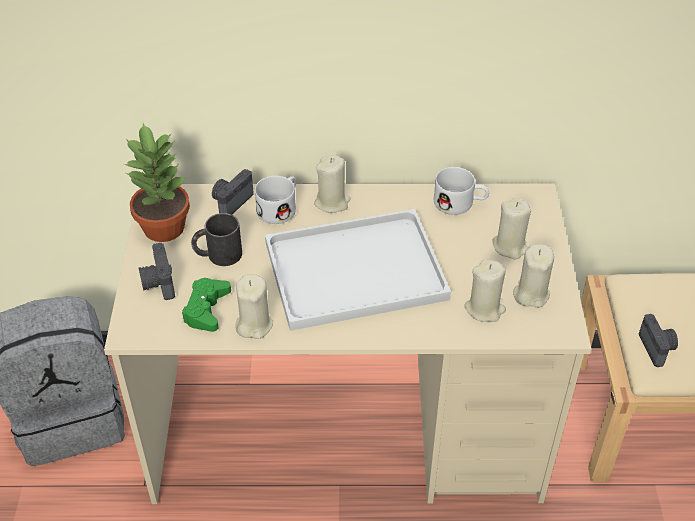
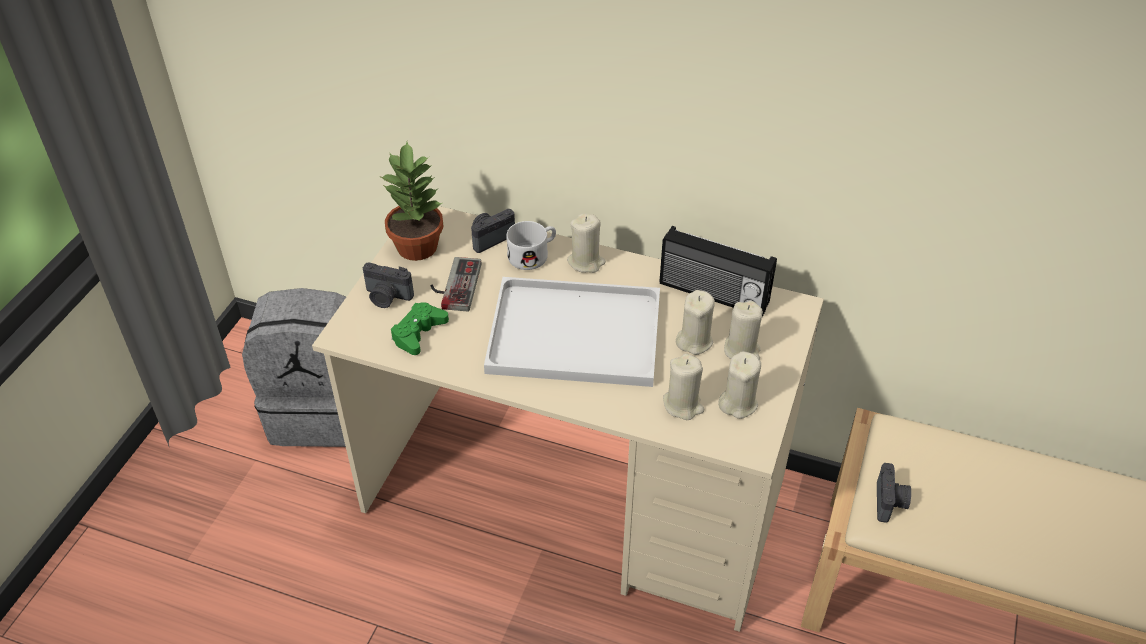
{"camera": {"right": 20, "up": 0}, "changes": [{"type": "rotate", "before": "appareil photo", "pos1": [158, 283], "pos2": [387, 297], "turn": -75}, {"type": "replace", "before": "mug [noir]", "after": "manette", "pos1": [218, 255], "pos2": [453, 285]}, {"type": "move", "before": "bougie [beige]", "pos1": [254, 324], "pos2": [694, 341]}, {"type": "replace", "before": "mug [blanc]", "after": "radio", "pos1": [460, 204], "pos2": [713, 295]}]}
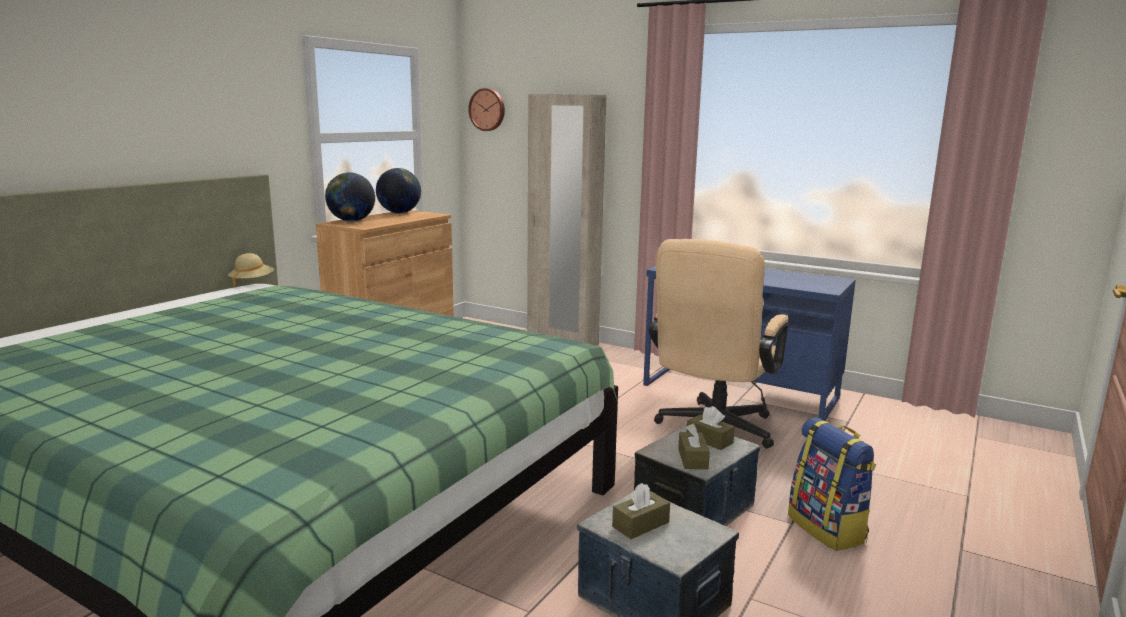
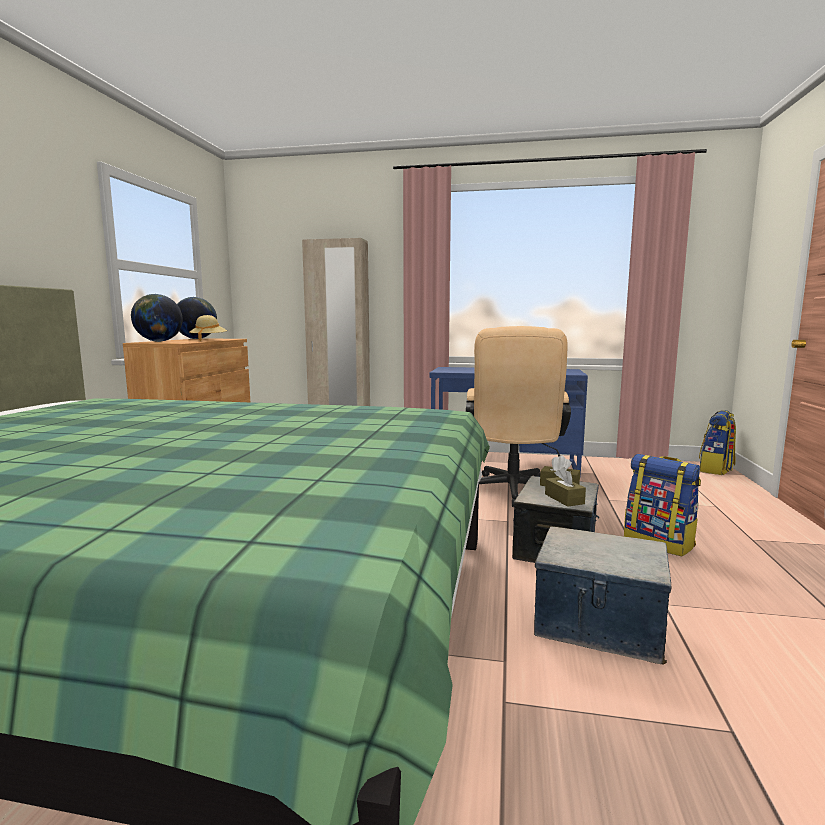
{"camera": {"right": -20, "up": -5}, "changes": [{"type": "move", "before": "chapeau [beige]", "pos1": [252, 282], "pos2": [208, 340]}, {"type": "delete", "before": "horloge murale", "pos1": [487, 109]}, {"type": "delete", "before": "boîte à mouchoirs [marron]", "pos1": [640, 524]}, {"type": "insert", "after": "sac à dos", "pos2": [716, 470]}]}
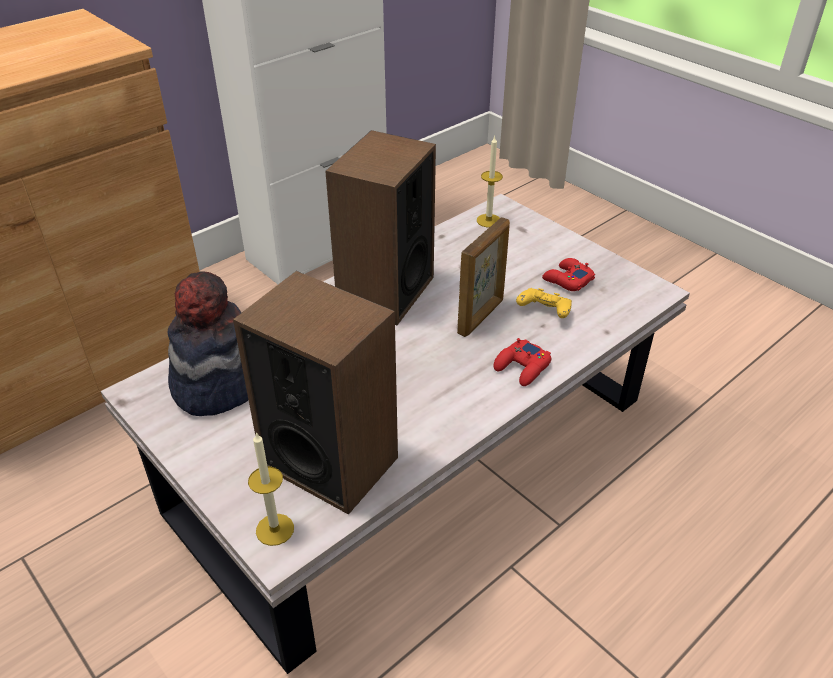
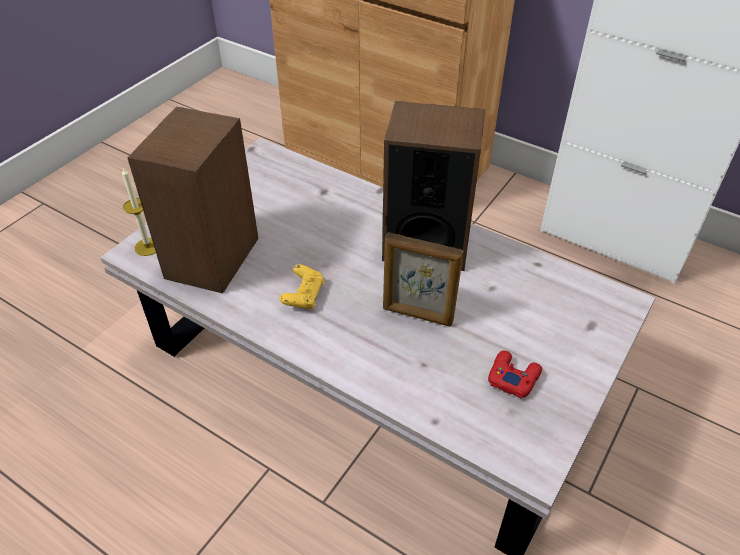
{"camera": {"right": 75, "up": 5}, "changes": [{"type": "delete", "before": "chapeau", "pos1": [217, 382]}, {"type": "delete", "before": "bougie", "pos1": [488, 220]}, {"type": "delete", "before": "manette [rouge]", "pos1": [522, 367]}, {"type": "move", "before": "manette [jaune]", "pos1": [544, 312], "pos2": [303, 296]}]}
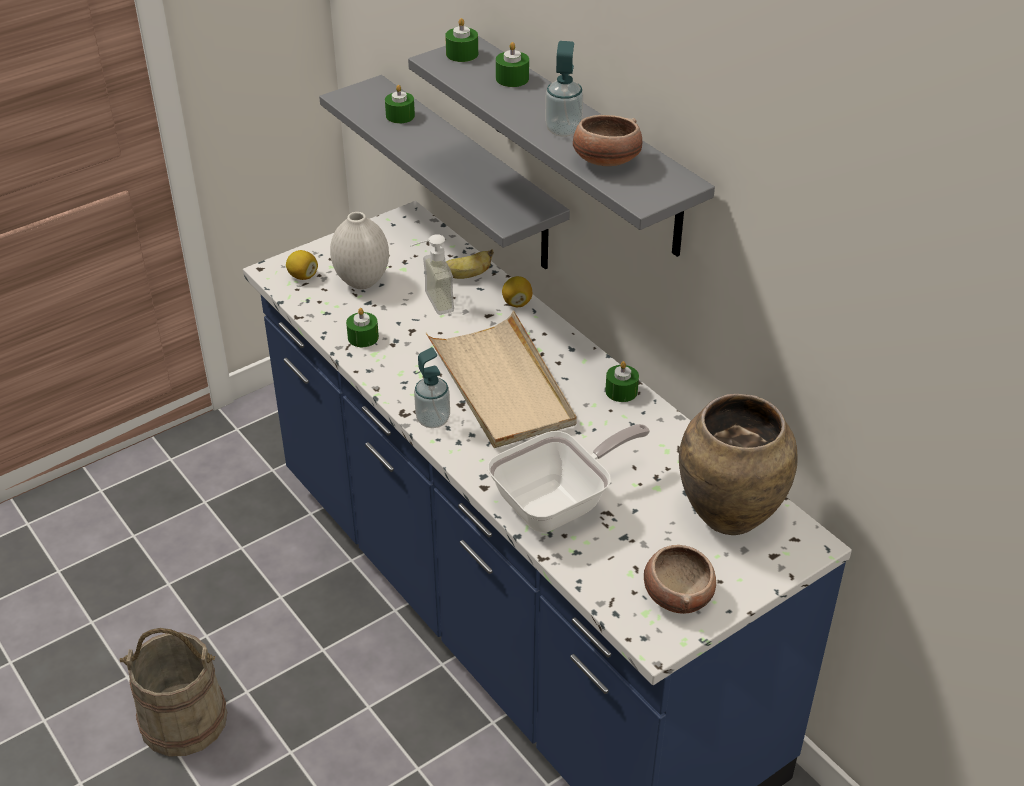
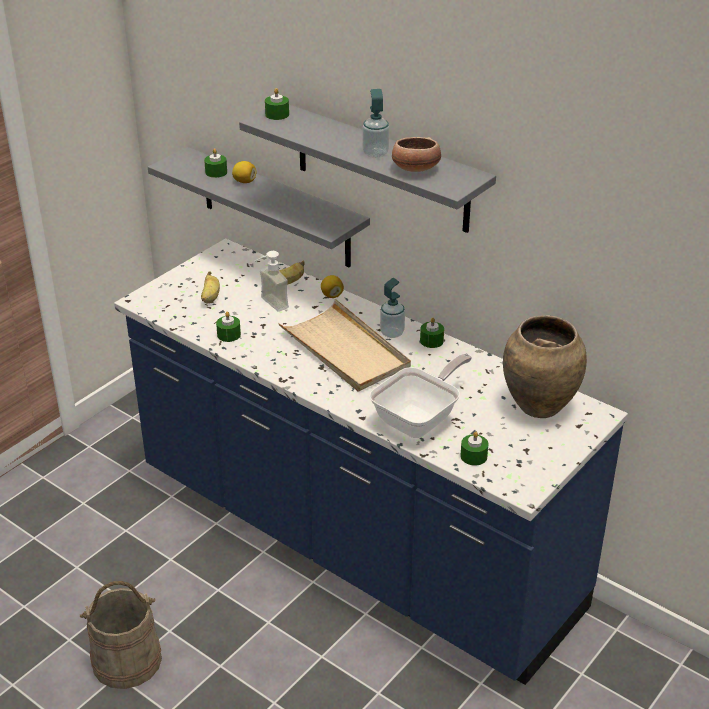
{"camera": {"right": -15, "up": -5}, "changes": [{"type": "move", "before": "citron", "pos1": [303, 276], "pos2": [244, 181]}, {"type": "replace", "before": "vase [blanc]", "after": "banane", "pos1": [362, 281], "pos2": [210, 298]}, {"type": "move", "before": "distributeur de savon", "pos1": [433, 420], "pos2": [392, 333]}, {"type": "move", "before": "bougie [vert]", "pos1": [512, 79], "pos2": [473, 456]}, {"type": "delete", "before": "bol", "pos1": [677, 594]}]}
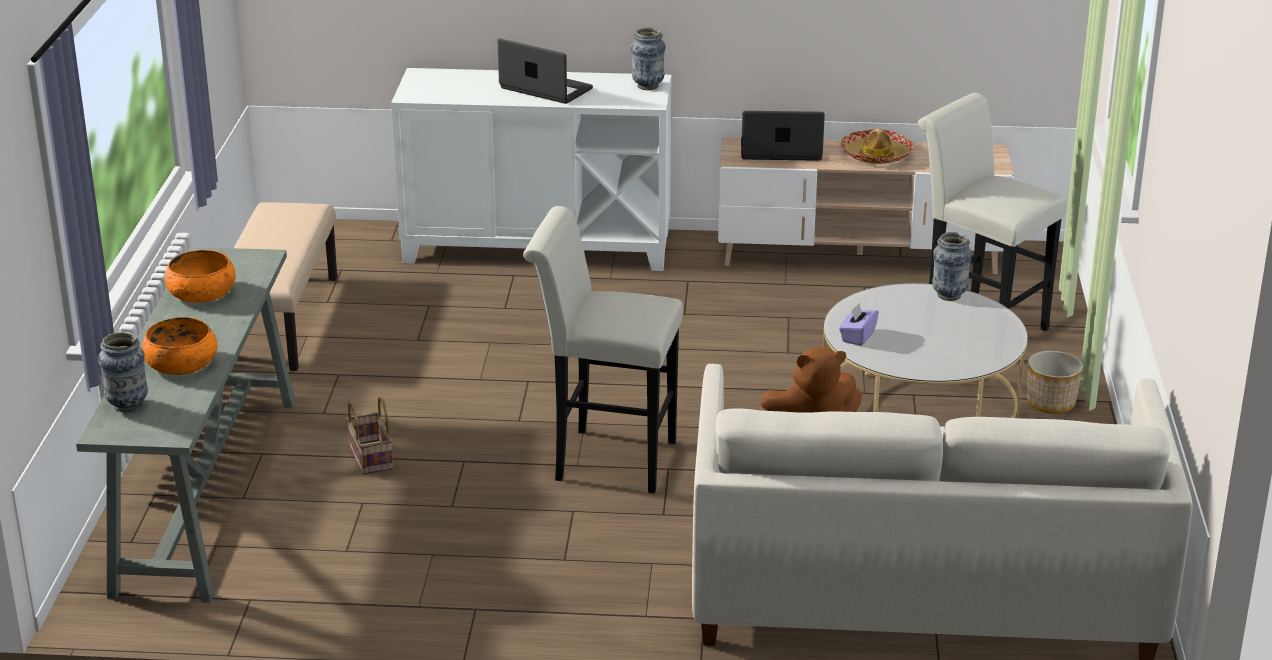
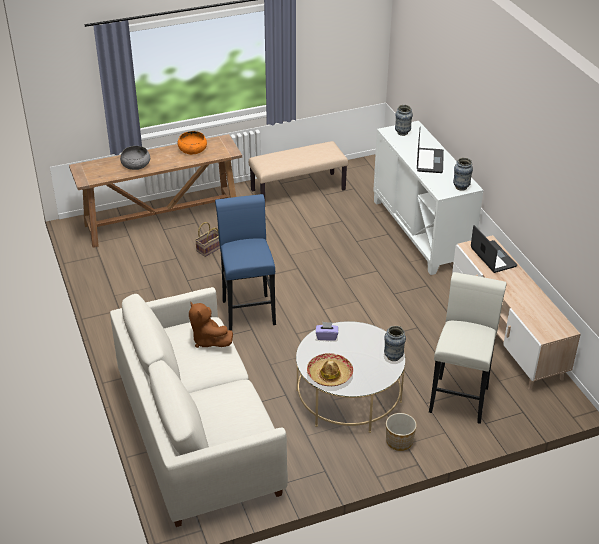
{"camera": {"right": 65, "up": 10}, "changes": [{"type": "recolor", "before": "table console [gris]", "after": "table console [marron]", "pos1": [208, 491], "pos2": [163, 220]}, {"type": "move", "before": "vase", "pos1": [128, 405], "pos2": [402, 133]}, {"type": "recolor", "before": "bol [orange]", "after": "bol [gris]", "pos1": [181, 363], "pos2": [136, 164]}, {"type": "recolor", "before": "tabouret [blanc]", "after": "tabouret [bleu]", "pos1": [605, 459], "pos2": [248, 309]}, {"type": "move", "before": "chapeau", "pos1": [876, 155], "pos2": [329, 374]}]}
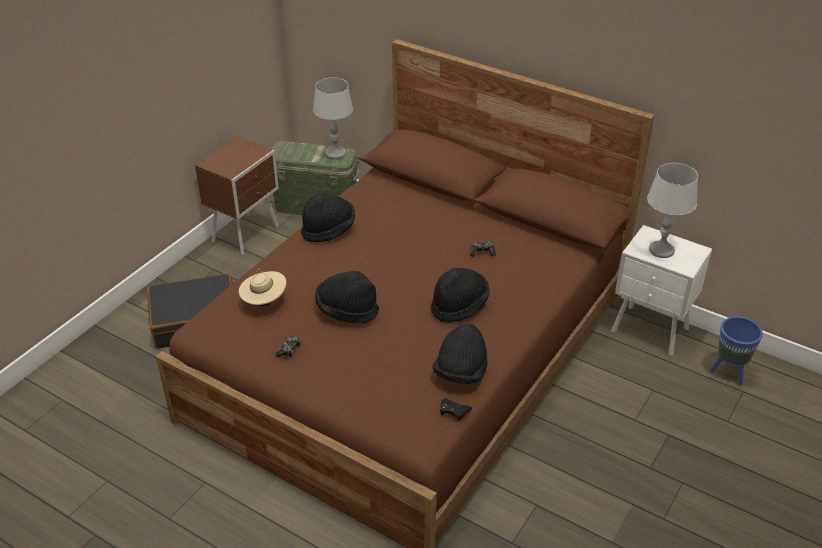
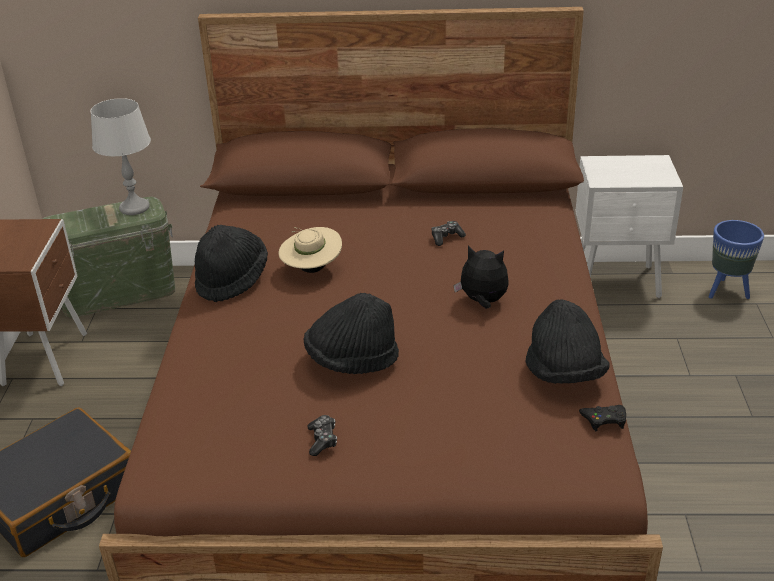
{"camera": {"right": -30, "up": -5}, "changes": [{"type": "move", "before": "chapeau [beige]", "pos1": [264, 301], "pos2": [311, 269]}, {"type": "replace", "before": "chapeau [noir]", "after": "peluche", "pos1": [459, 306], "pos2": [482, 302]}, {"type": "delete", "before": "lampe de table [gris]", "pos1": [661, 250]}]}
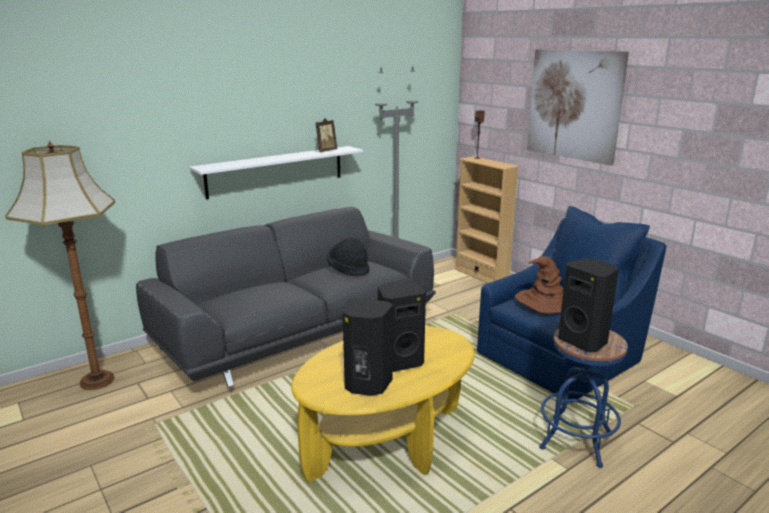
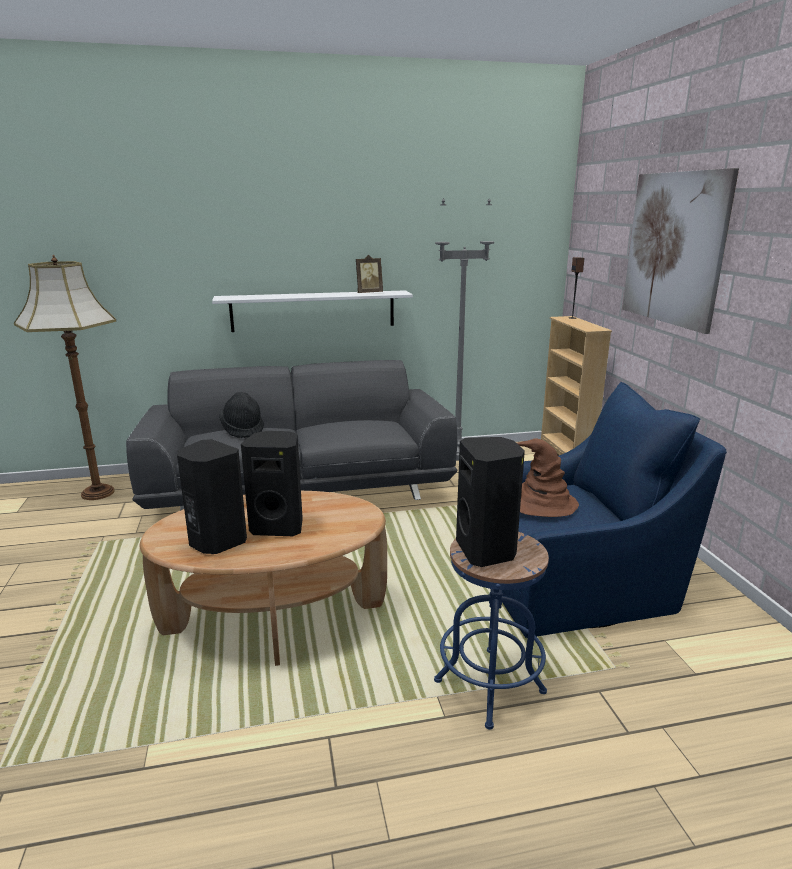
{"camera": {"right": 25, "up": 0}, "changes": [{"type": "recolor", "before": "table basse [jaune]", "after": "table basse [marron]", "pos1": [387, 443], "pos2": [274, 620]}, {"type": "move", "before": "chapeau [noir]", "pos1": [348, 270], "pos2": [243, 430]}]}
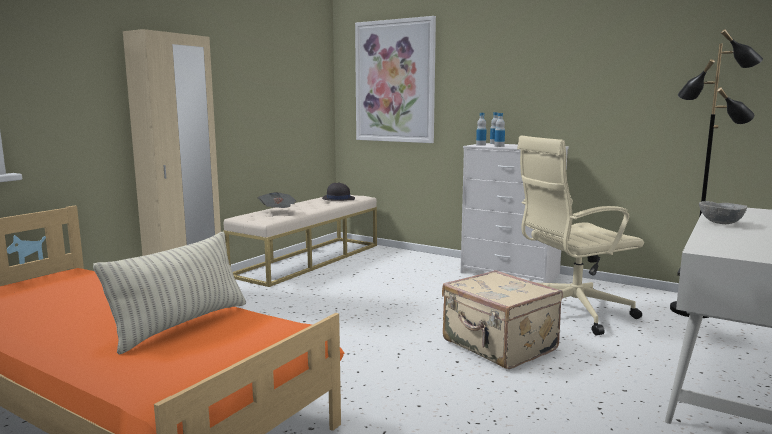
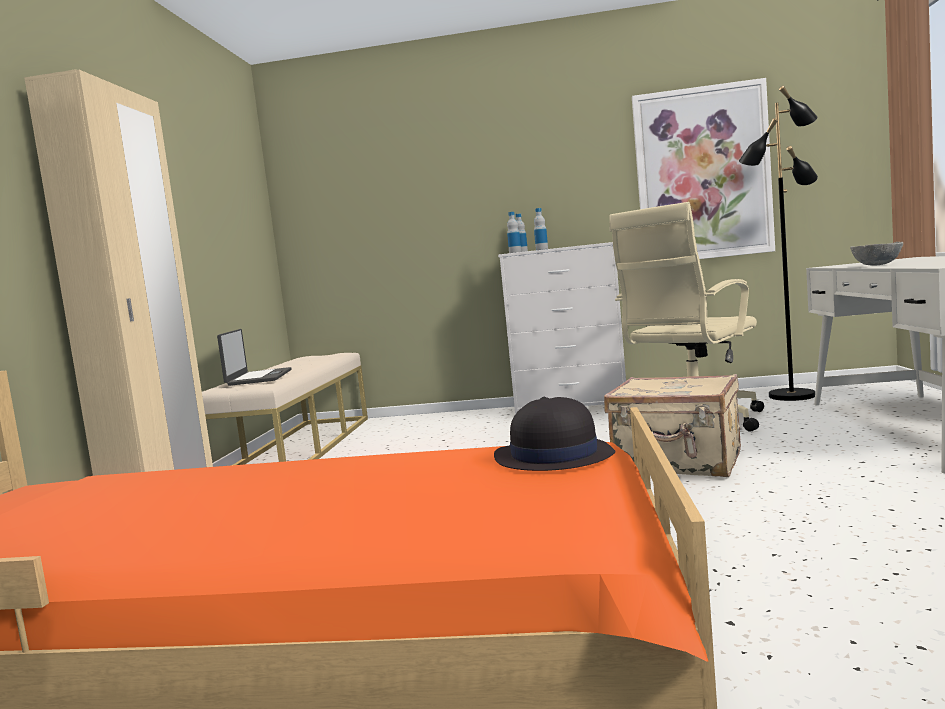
{"camera": {"right": -25, "up": -5}, "changes": [{"type": "delete", "before": "coussin", "pos1": [181, 324]}, {"type": "replace", "before": "journal", "after": "ordinateur portable", "pos1": [278, 211], "pos2": [258, 377]}, {"type": "move", "before": "chapeau [noir]", "pos1": [338, 199], "pos2": [553, 456]}, {"type": "move", "before": "tableau", "pos1": [395, 81], "pos2": [702, 174]}]}
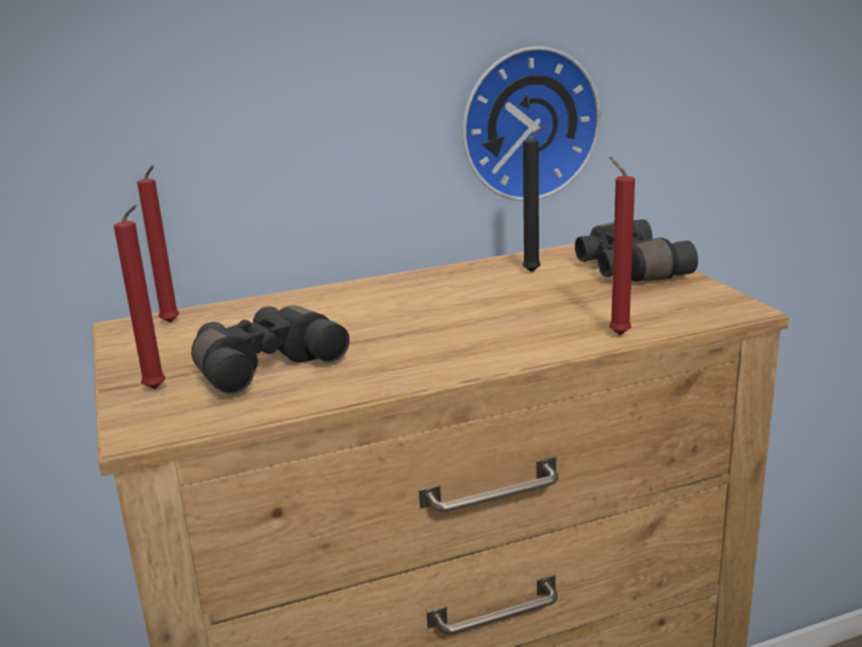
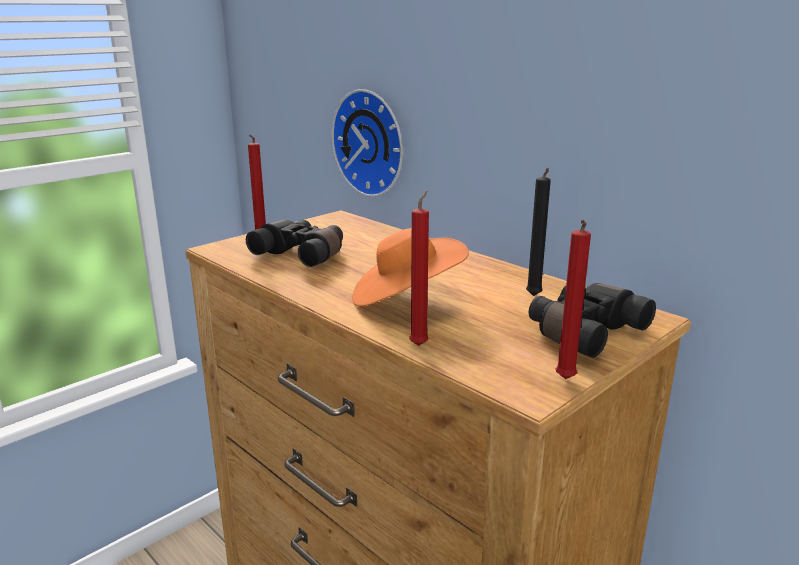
{"camera": {"right": 65, "up": 0}, "changes": [{"type": "move", "before": "bougie [rouge]", "pos1": [172, 323], "pos2": [564, 380]}, {"type": "move", "before": "horloge murale", "pos1": [527, 123], "pos2": [372, 143]}, {"type": "insert", "after": "chapeau [orange]", "pos2": [405, 298]}]}
